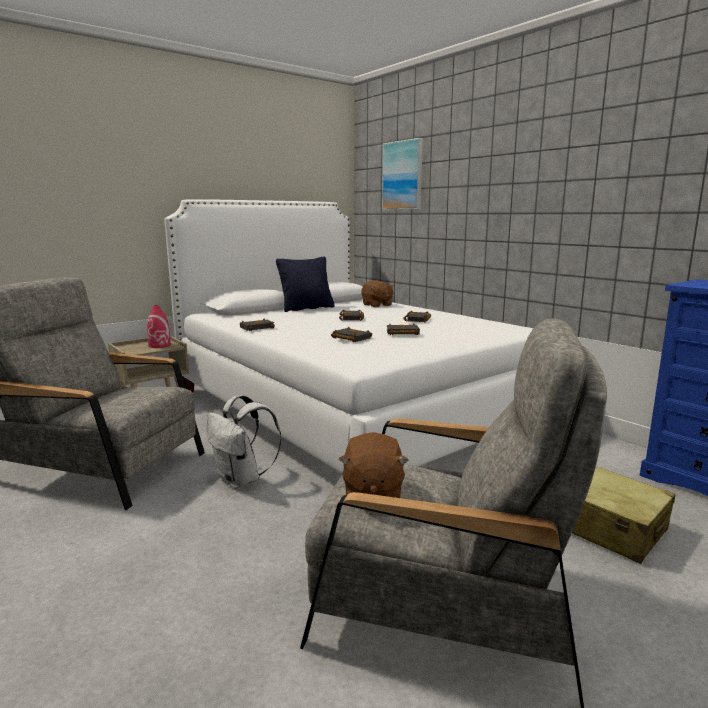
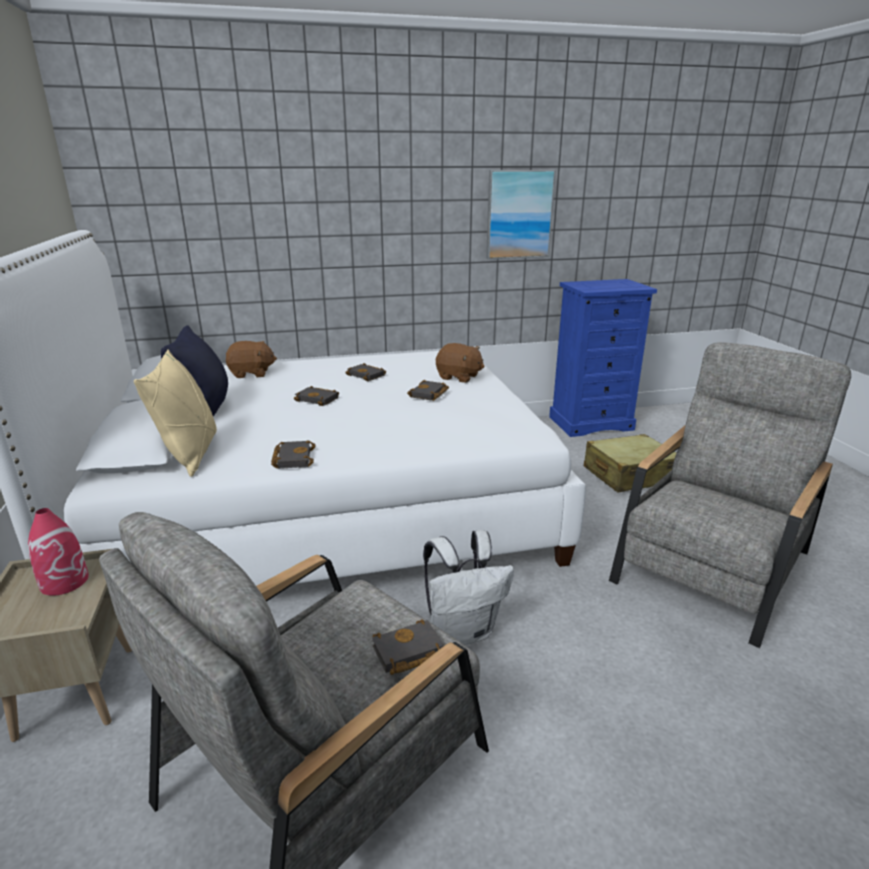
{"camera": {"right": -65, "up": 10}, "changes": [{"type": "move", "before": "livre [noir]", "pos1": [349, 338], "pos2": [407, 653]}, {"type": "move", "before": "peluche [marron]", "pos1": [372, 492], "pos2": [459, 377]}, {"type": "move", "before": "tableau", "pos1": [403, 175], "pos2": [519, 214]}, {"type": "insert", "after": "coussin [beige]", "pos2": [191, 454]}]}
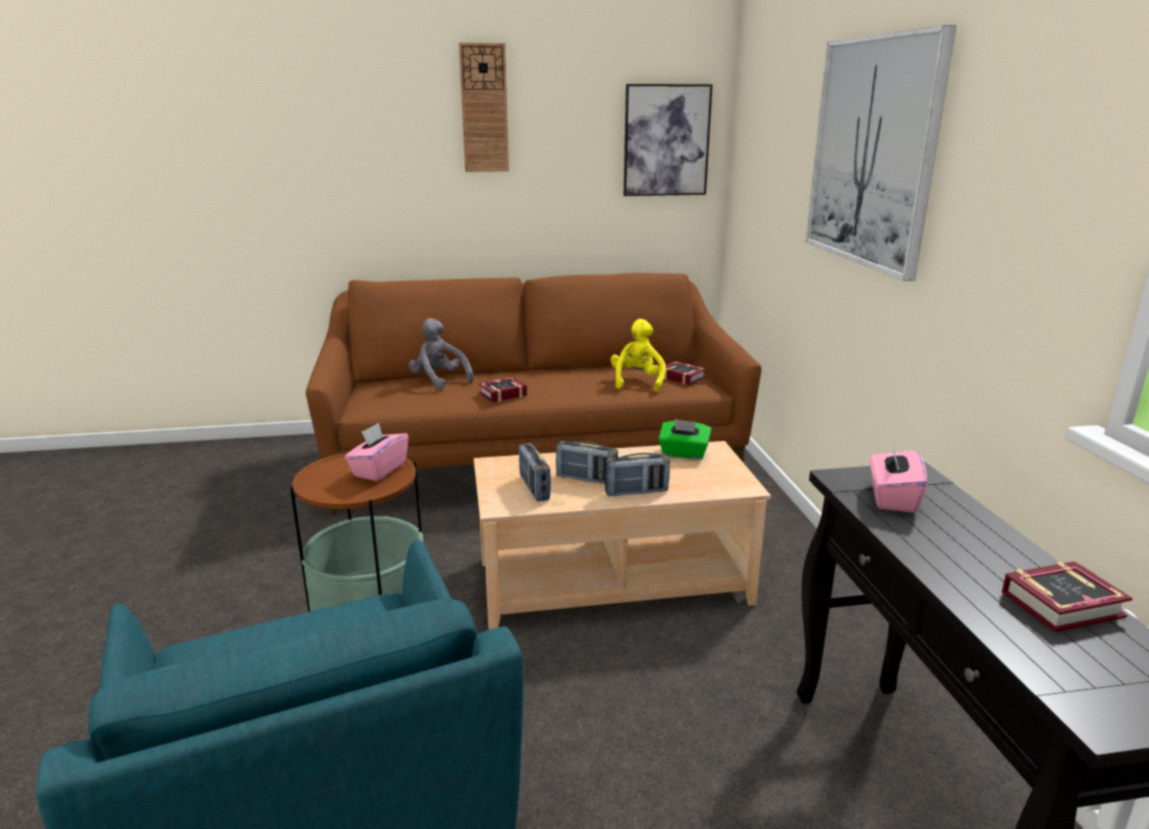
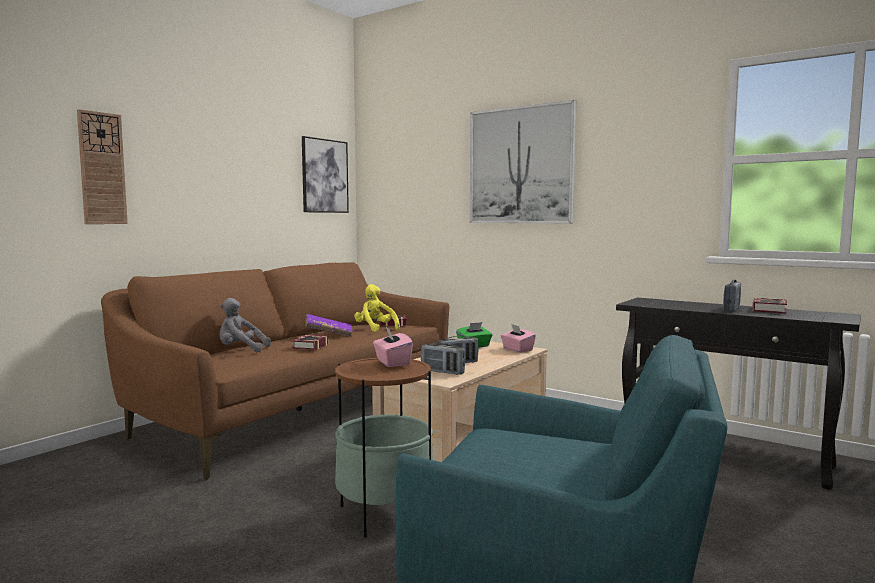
{"camera": {"right": -45, "up": -15}, "changes": [{"type": "move", "before": "horloge murale", "pos1": [484, 109], "pos2": [102, 168]}, {"type": "move", "before": "radio", "pos1": [636, 492], "pos2": [731, 309]}, {"type": "move", "before": "boîte à mouchoirs [rose]", "pos1": [892, 498], "pos2": [517, 349]}, {"type": "insert", "after": "livre [violet]", "pos2": [329, 334]}]}
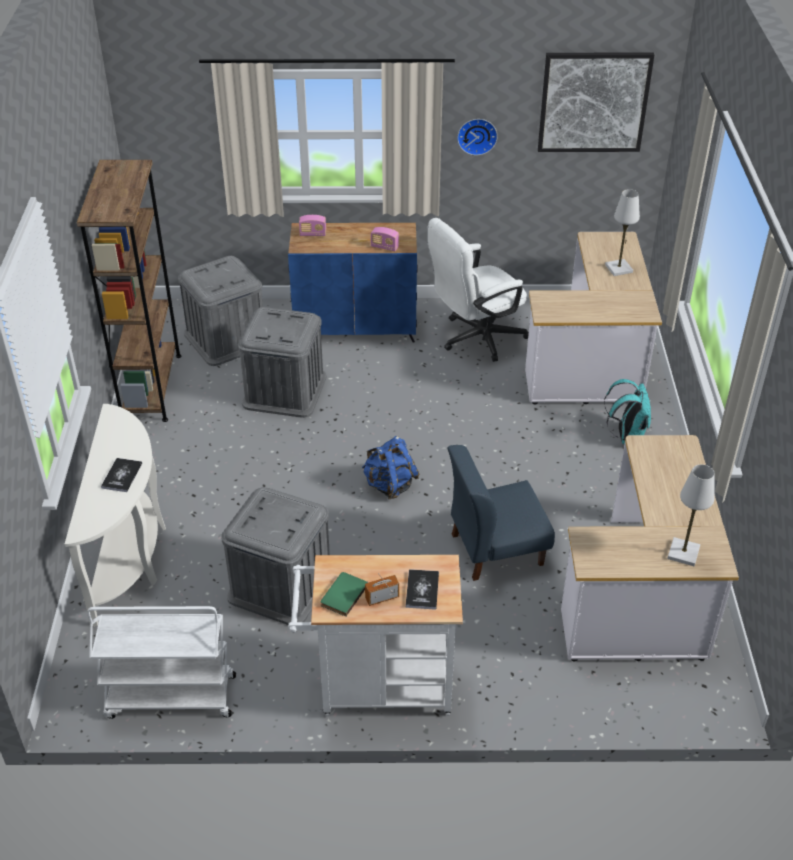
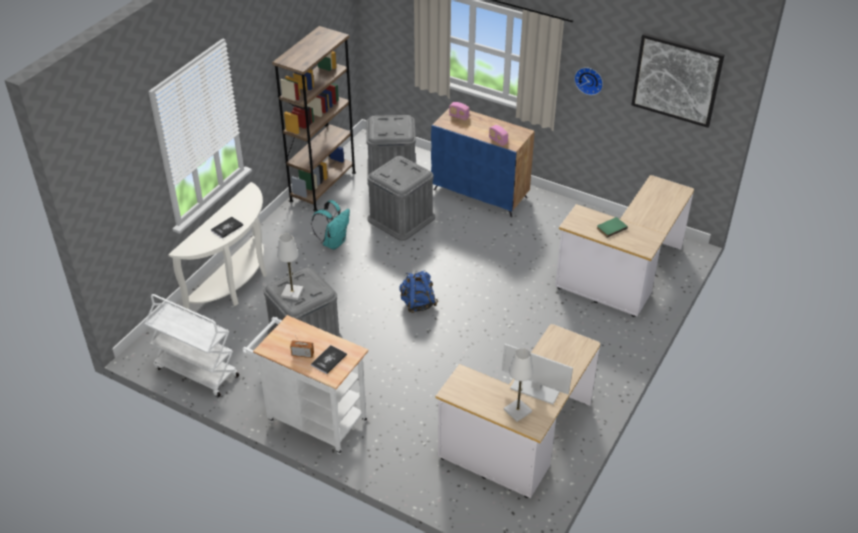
{"camera": {"right": 30, "up": 0}, "changes": [{"type": "move", "before": "livre [vert]", "pos1": [342, 594], "pos2": [611, 228]}, {"type": "delete", "before": "chaise de bureau [blanc]", "pos1": [475, 338]}, {"type": "delete", "before": "chaise [bleu]", "pos1": [496, 549]}, {"type": "move", "before": "sac à dos [turquoise]", "pos1": [627, 436], "pos2": [334, 242]}, {"type": "move", "before": "lampe de table [blanc]", "pos1": [618, 268], "pos2": [292, 293]}, {"type": "insert", "after": "écran d'ordinateur", "pos2": [535, 389]}]}
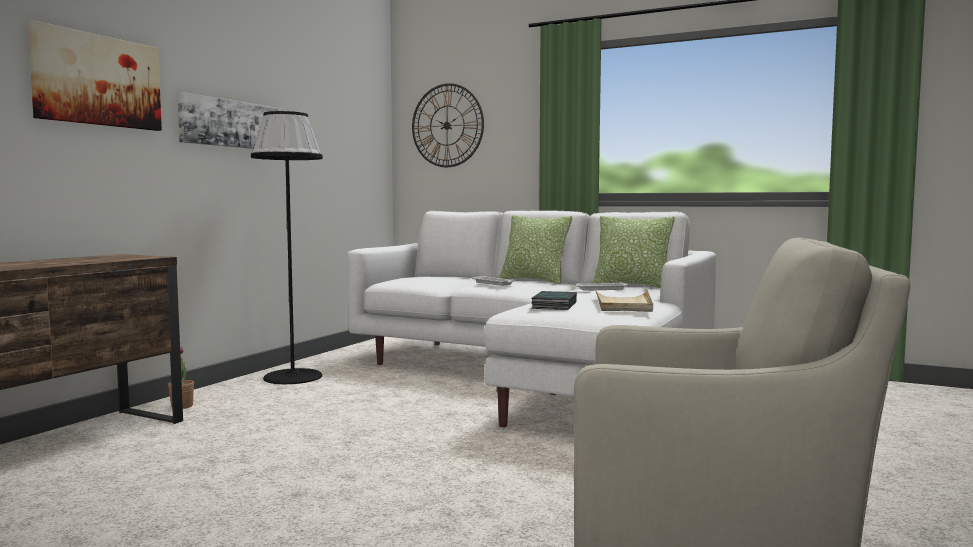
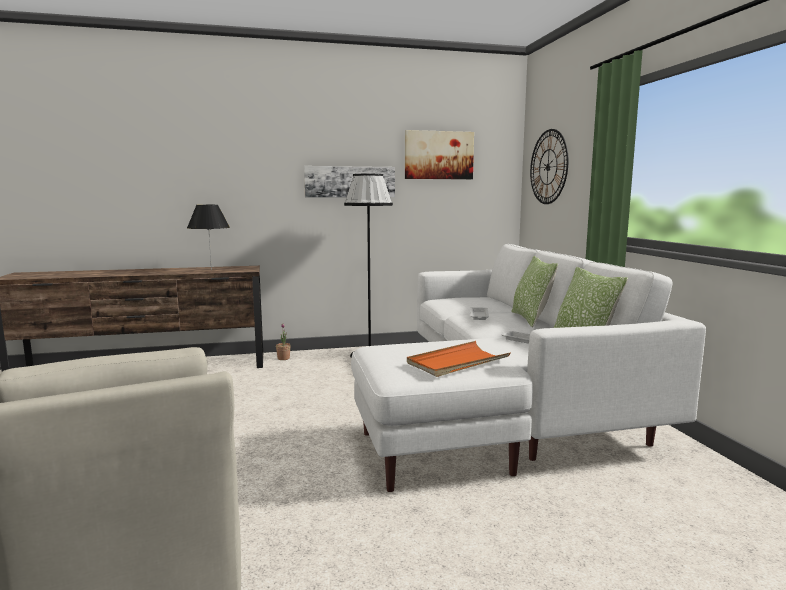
{"camera": {"right": 50, "up": 5}, "changes": [{"type": "move", "before": "tableau", "pos1": [97, 80], "pos2": [438, 155]}, {"type": "delete", "before": "livre", "pos1": [553, 305]}, {"type": "recolor", "before": "plateau [beige]", "after": "plateau [orange]", "pos1": [623, 304], "pos2": [457, 362]}, {"type": "insert", "after": "lampe de table [noir]", "pos2": [211, 270]}]}
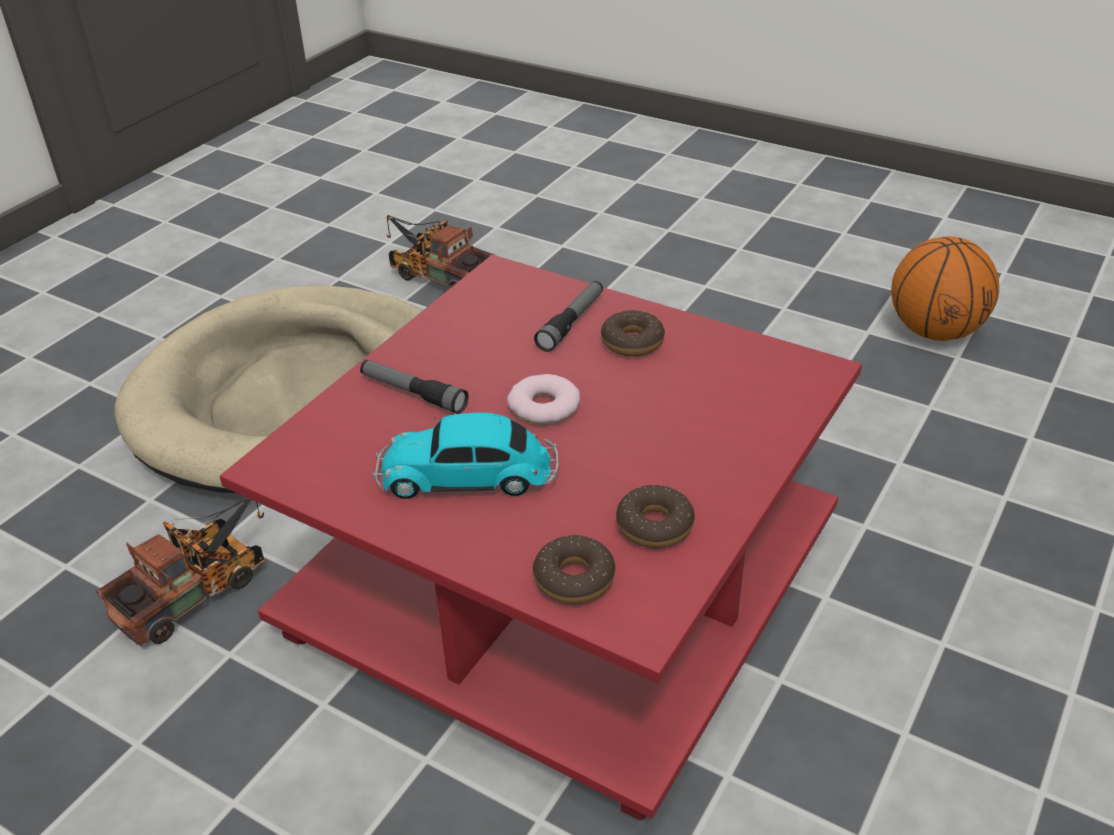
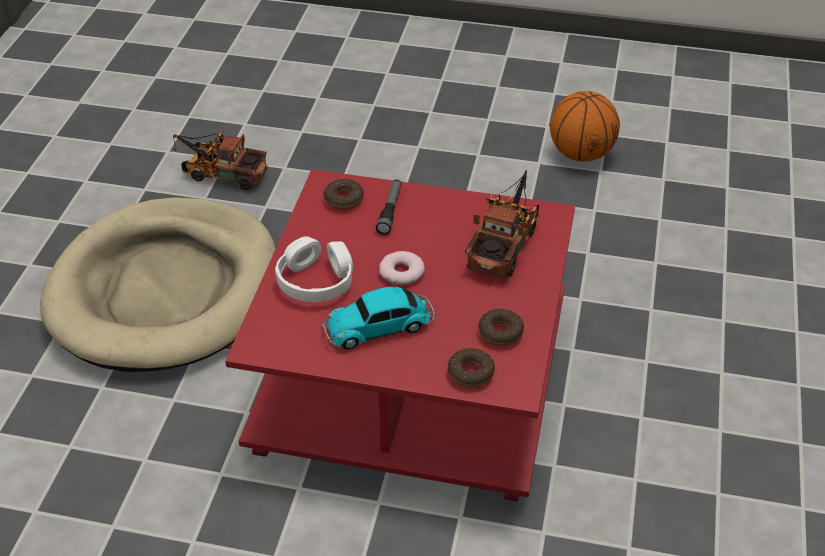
{"camera": {"right": -20, "up": 5}, "changes": [{"type": "move", "before": "camion jouet", "pos1": [200, 589], "pos2": [505, 242]}, {"type": "replace", "before": "lampe de poche", "after": "casque audio [blanc]", "pos1": [413, 393], "pos2": [316, 280]}, {"type": "move", "before": "beignet", "pos1": [632, 342], "pos2": [344, 199]}]}
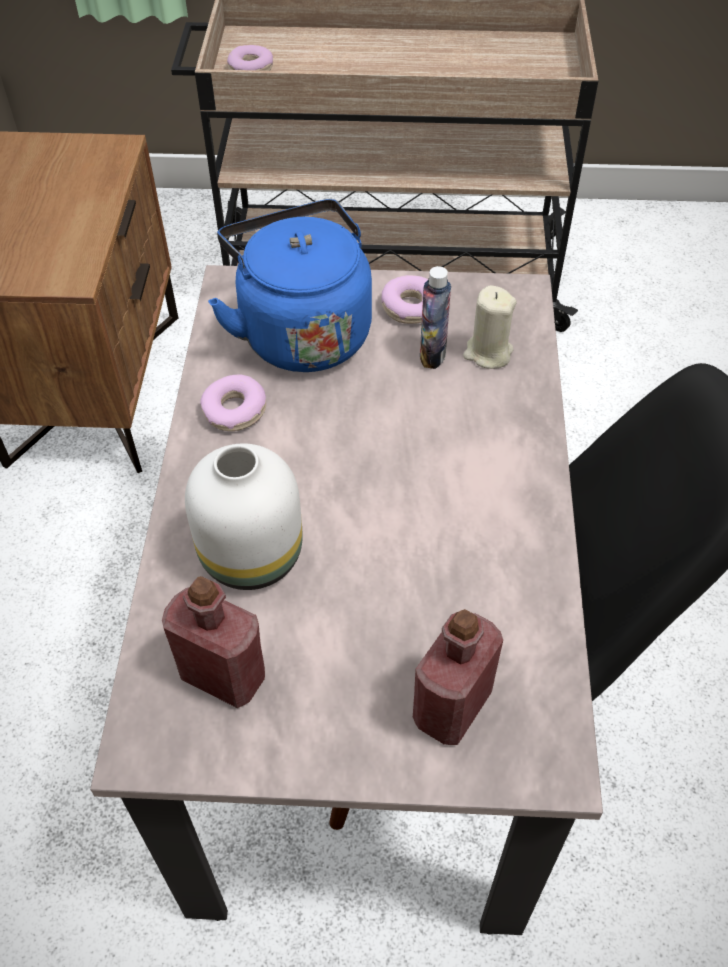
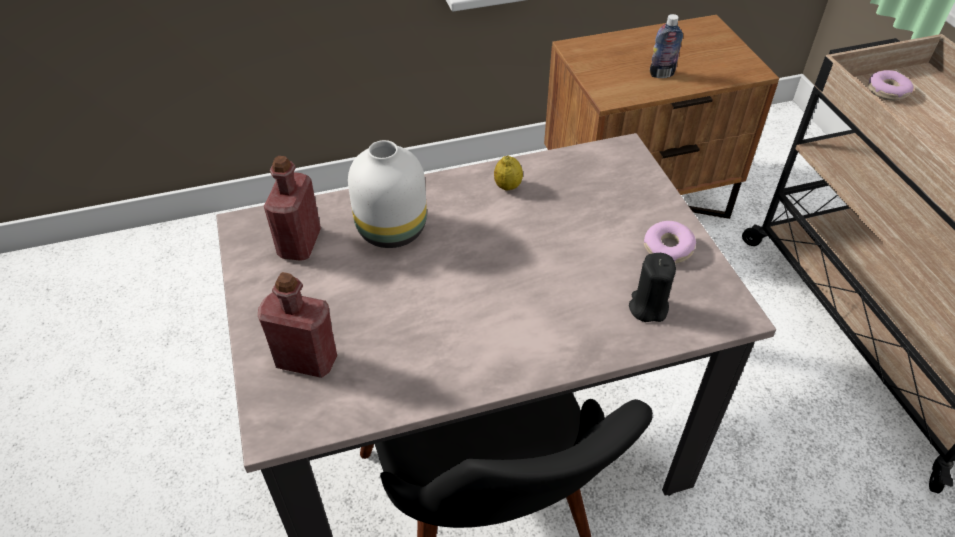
{"camera": {"right": 70, "up": -5}, "changes": [{"type": "replace", "before": "beignet", "after": "citron", "pos1": [234, 410], "pos2": [507, 186]}, {"type": "delete", "before": "bouilloire [bleu]", "pos1": [301, 331]}, {"type": "move", "before": "bouteille", "pos1": [432, 355], "pos2": [661, 74]}, {"type": "recolor", "before": "bougie [beige]", "after": "bougie [noir]", "pos1": [488, 353], "pos2": [648, 307]}]}
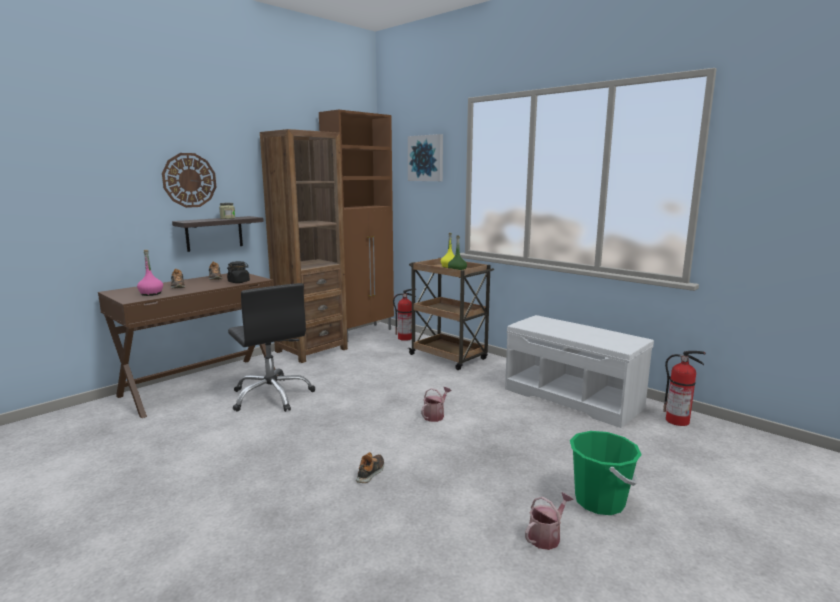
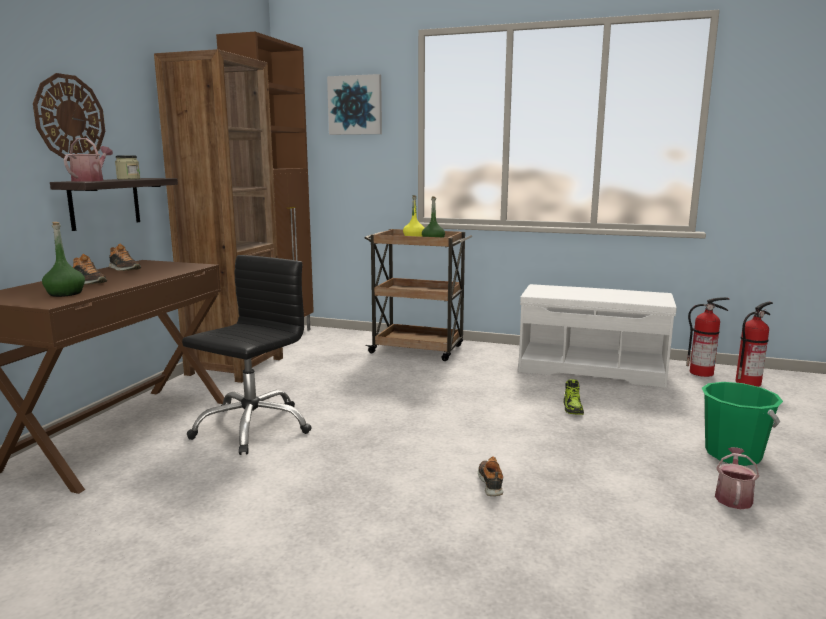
{"camera": {"right": -25, "up": 0}, "changes": [{"type": "recolor", "before": "bouteille [rose]", "after": "bouteille [vert]", "pos1": [151, 294], "pos2": [65, 293]}, {"type": "delete", "before": "bocal [noir]", "pos1": [239, 282]}, {"type": "rotate", "before": "chaise de bureau [noir]", "pos1": [272, 396], "pos2": [252, 427], "turn": -90}, {"type": "move", "before": "extincteur", "pos1": [405, 338], "pos2": [748, 382]}, {"type": "move", "before": "arrosoir", "pos1": [435, 415], "pos2": [90, 180]}, {"type": "insert", "after": "chaussure", "pos2": [573, 408]}]}
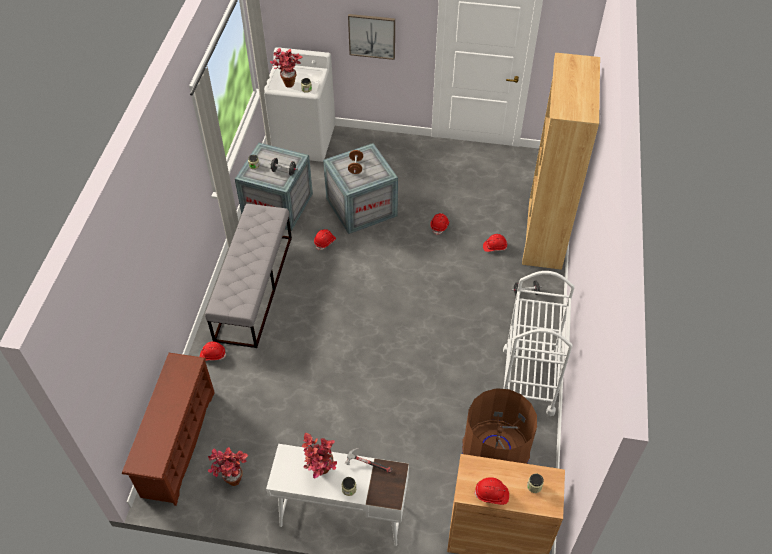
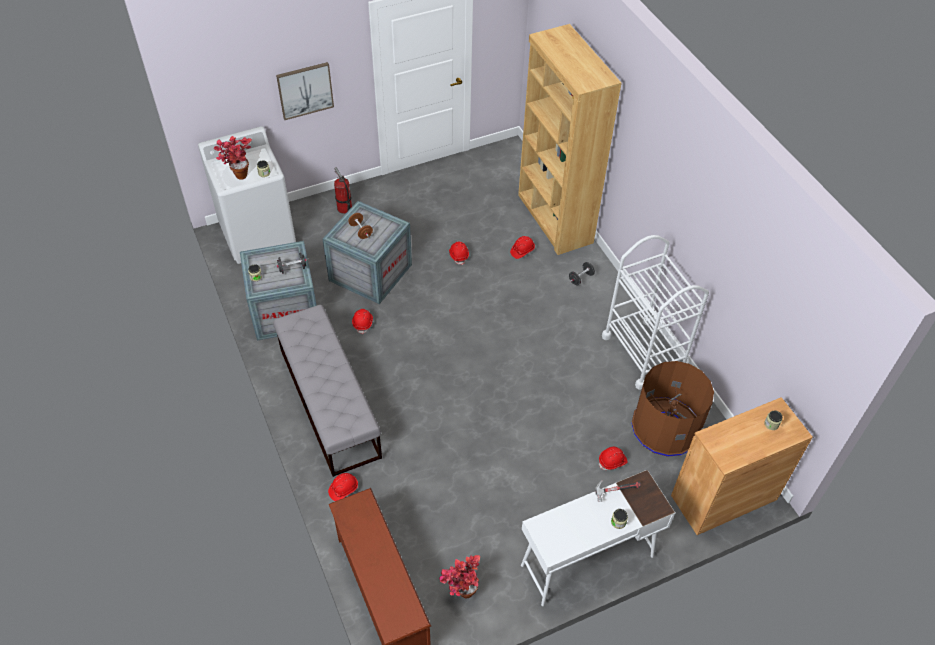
{"camera": {"right": -35, "up": 0}, "changes": [{"type": "delete", "before": "plante en pot", "pos1": [320, 473]}, {"type": "move", "before": "casque de chantier [rouge]", "pos1": [491, 494], "pos2": [612, 461]}, {"type": "insert", "after": "extincteur", "pos2": [344, 208]}]}
